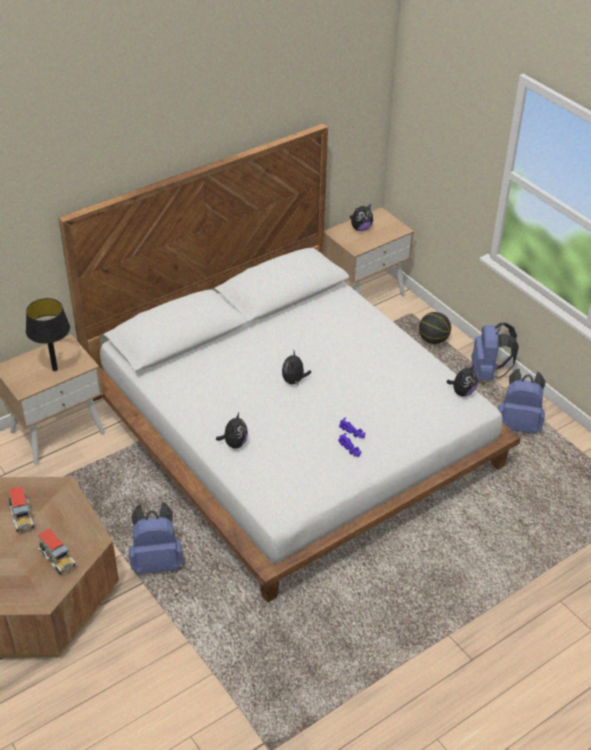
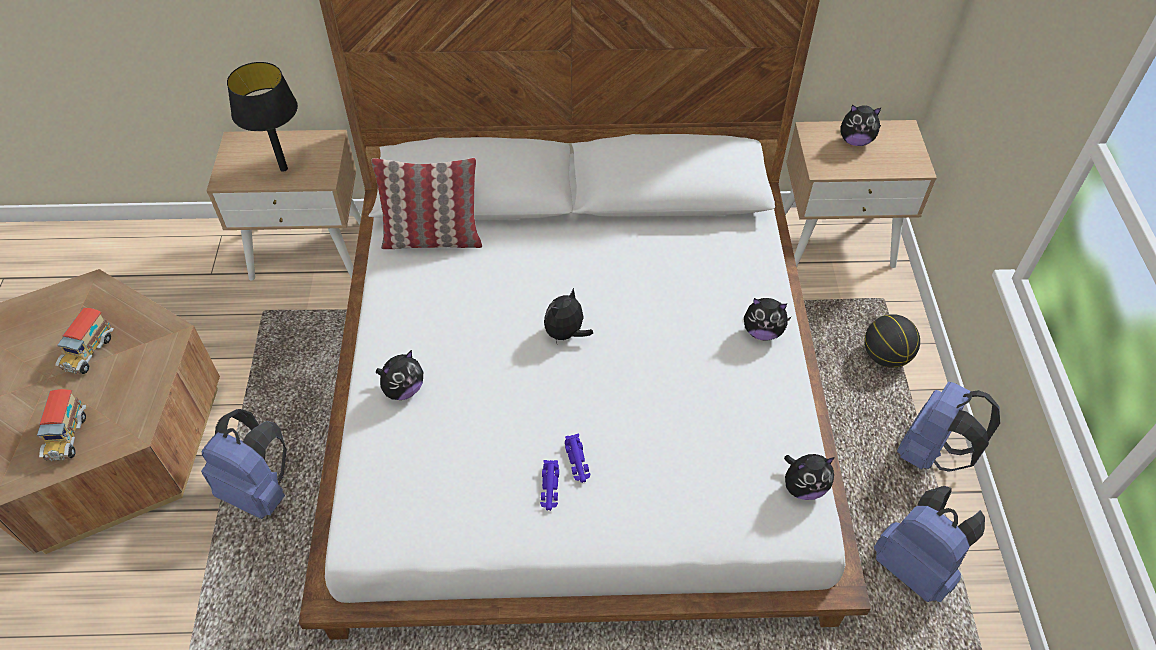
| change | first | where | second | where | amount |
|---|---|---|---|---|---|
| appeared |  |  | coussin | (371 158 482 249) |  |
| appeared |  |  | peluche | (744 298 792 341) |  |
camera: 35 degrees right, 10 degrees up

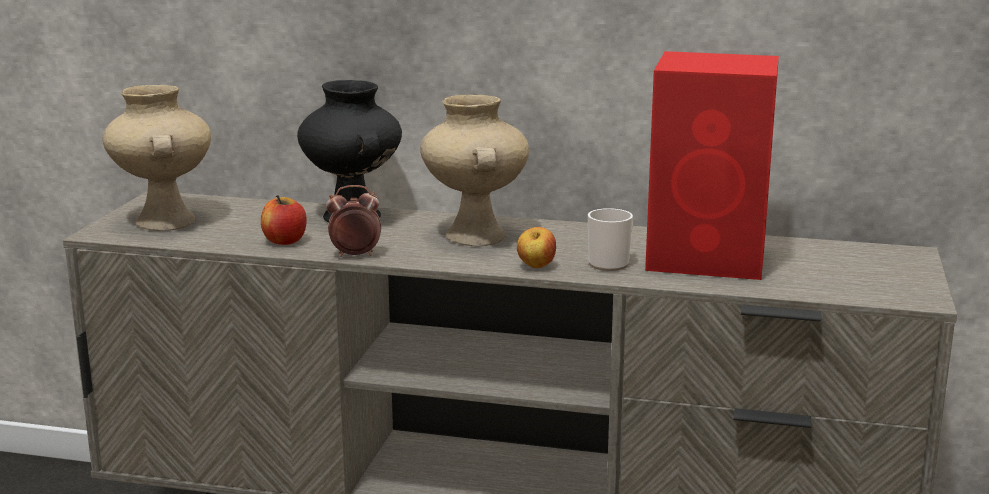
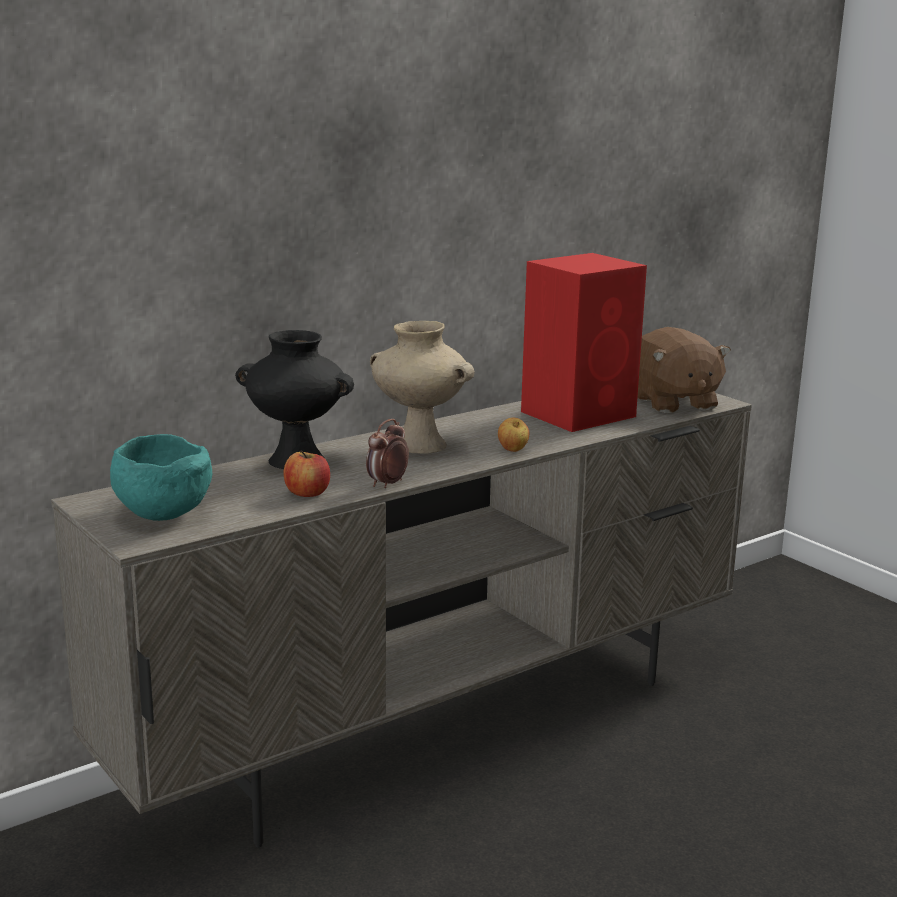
| change | first | where | second | where | amount |
|---|---|---|---|---|---|
| exchanged | vase [beige] | (103 85 211 231) | bol [turquoise] | (110 434 212 521) |  |
| appeared |  |  | peluche [marron] | (637 327 731 413) |  |
| missing | mug | (588 208 633 271) |  |  |  |
camera: 50 degrees left, 0 degrees up

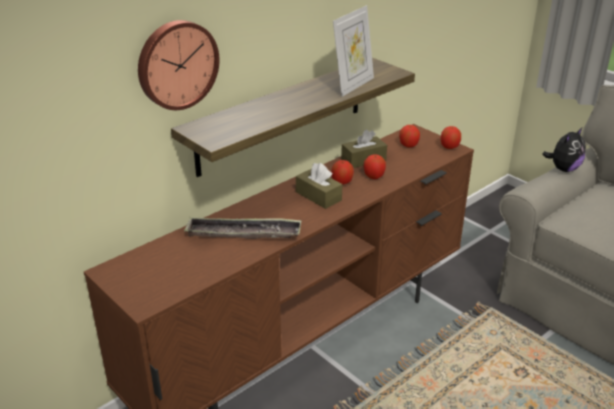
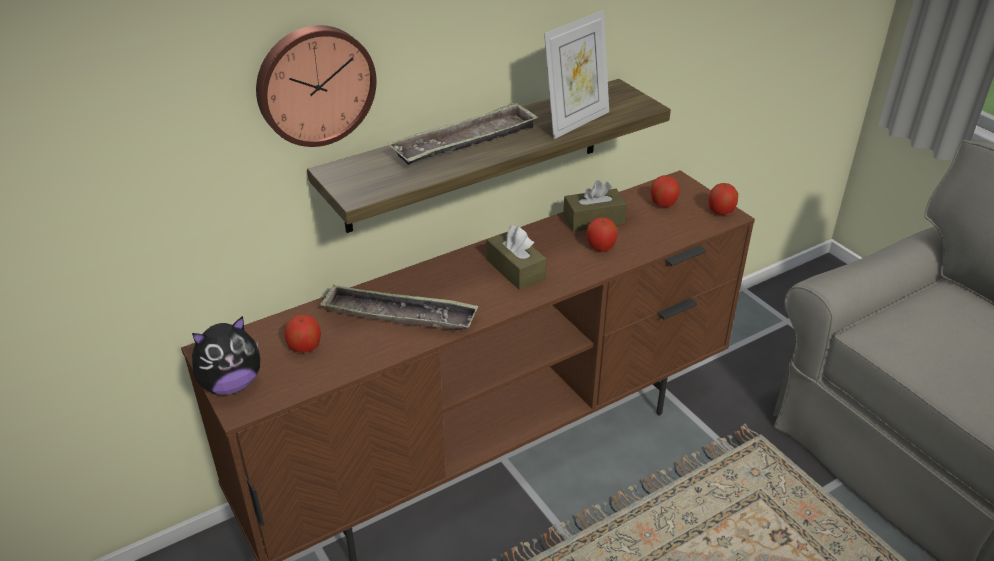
| change | first | where | second | where | amount |
|---|---|---|---|---|---|
| relocated | peluche | (542 127 586 172) |  | (192 316 260 395) |  |
| relocated | pomme | (331 160 354 185) |  | (284 315 321 352) |  |
| appeared |  |  | plateau | (388 102 538 165) |  |
camera: 10 degrees right, 5 degrees up

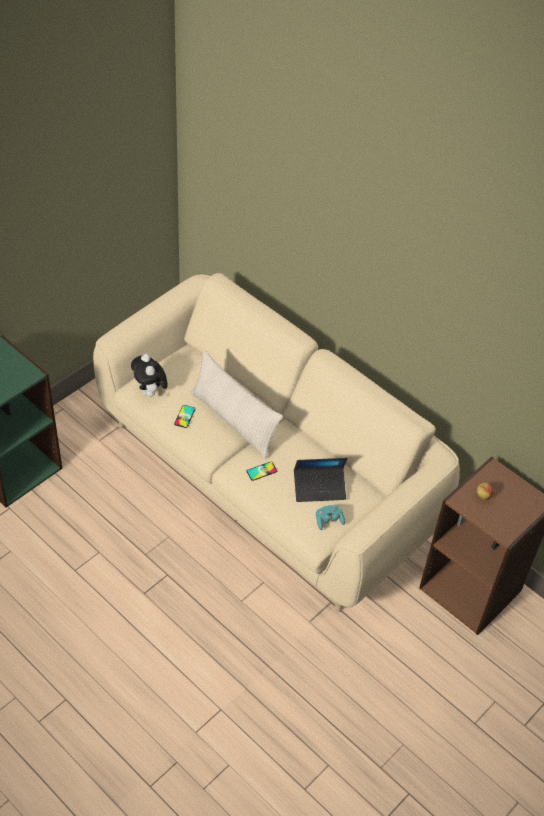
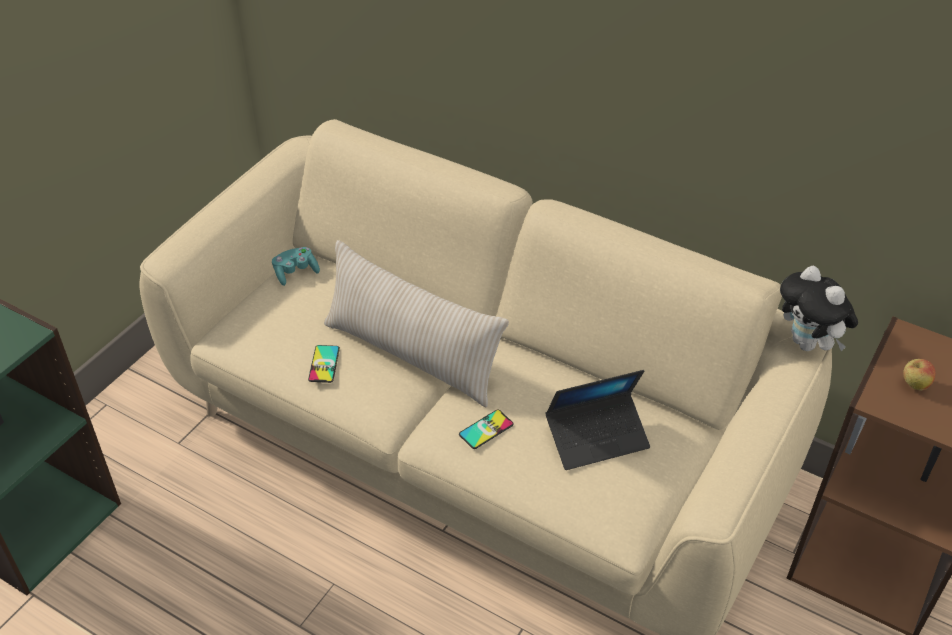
| change | first | where | second | where | amount |
|---|---|---|---|---|---|
| relocated | manette [turquoise] | (316 505 345 530) |  | (272 247 320 286) |  |
| relocated | peluche | (131 354 168 398) |  | (780 266 858 351) |  |
camera: 10 degrees left, 5 degrees down

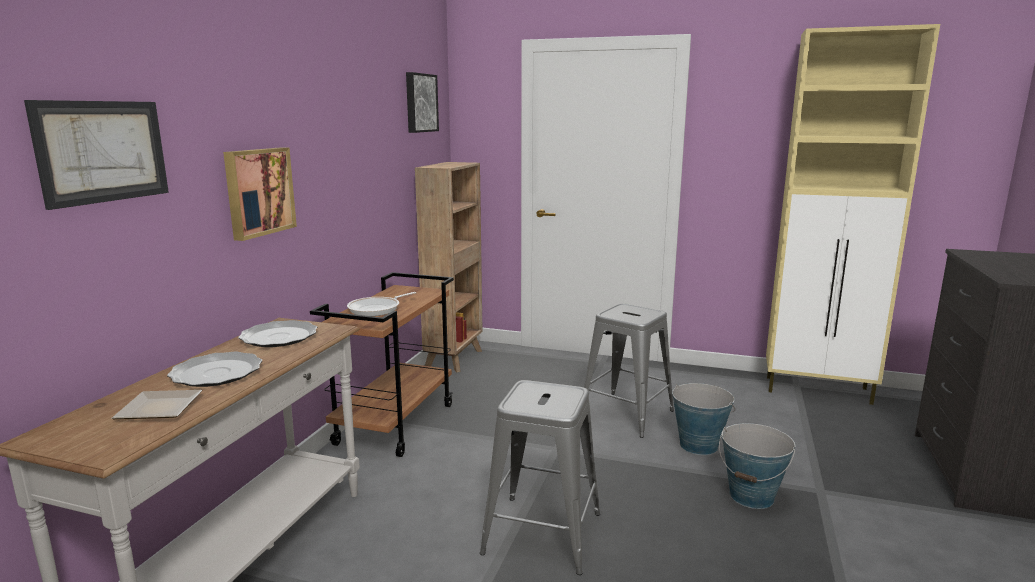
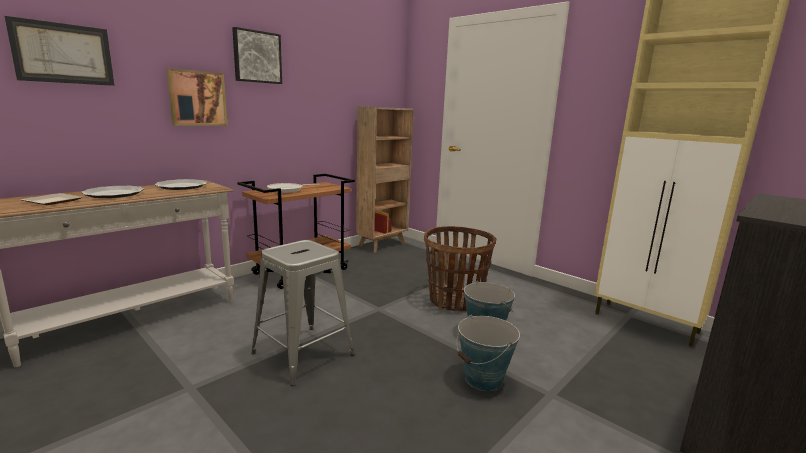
| change | first | where | second | where | amount |
|---|---|---|---|---|---|
| relocated | tableau | (406 72 439 133) |  | (232 27 282 84) |  |
| exchanged | tabouret [gris] | (584 303 674 438) | panier | (424 226 497 311) |  |
camera: 25 degrees right, 0 degrees up

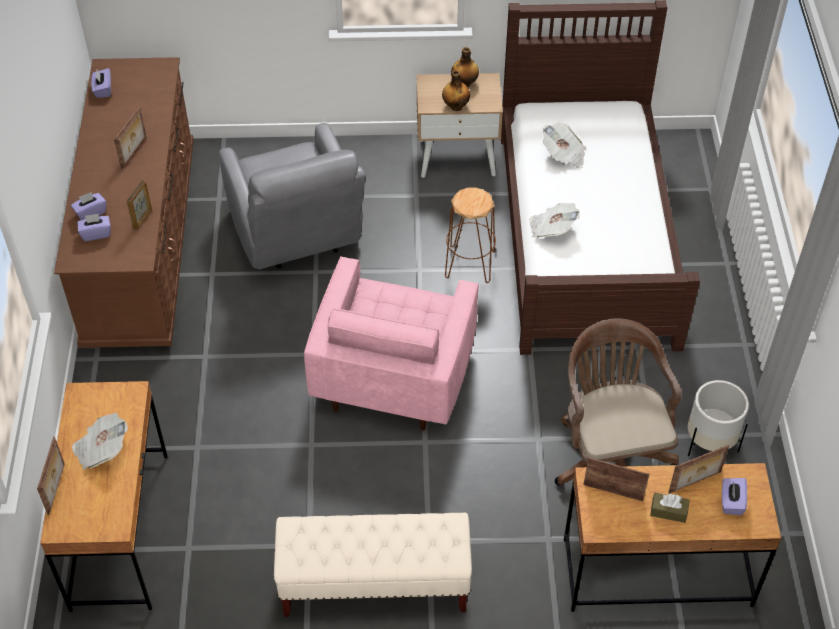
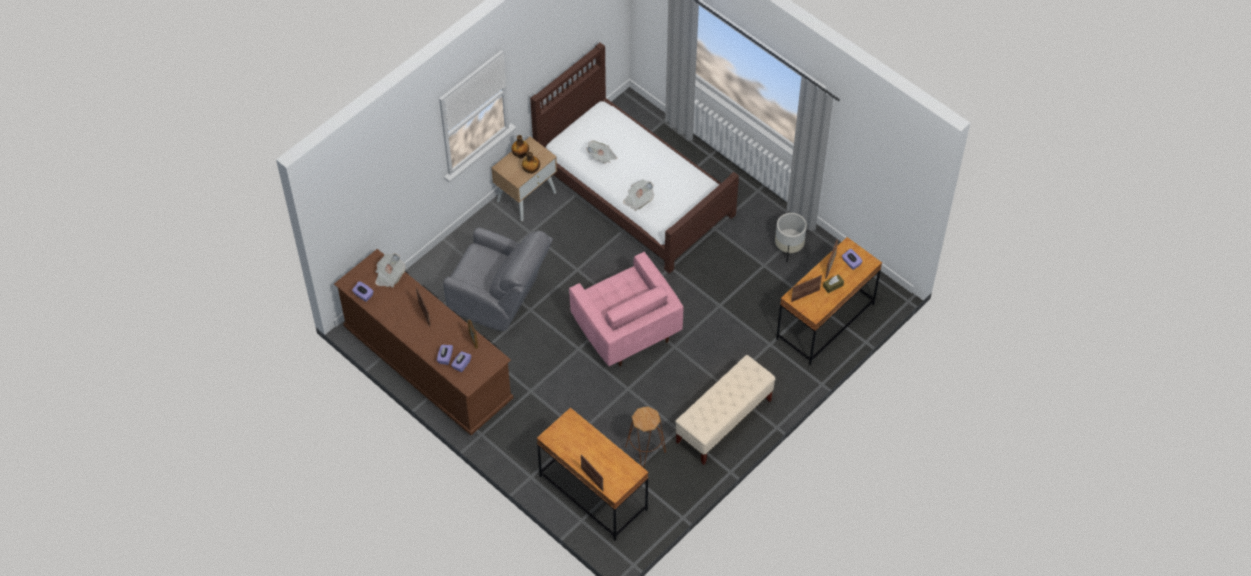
| change | first | where | second | where | amount |
|---|---|---|---|---|---|
| relocated | journal | (72 413 128 470) |  | (375 253 405 288) |  |
| relocated | tabouret [marron] | (445 187 496 283) |  | (625 406 666 467) |  |
| missing | chaise de bureau [marron] | (555 318 682 486) |  |  |  |
camera: 45 degrees left, 5 degrees up

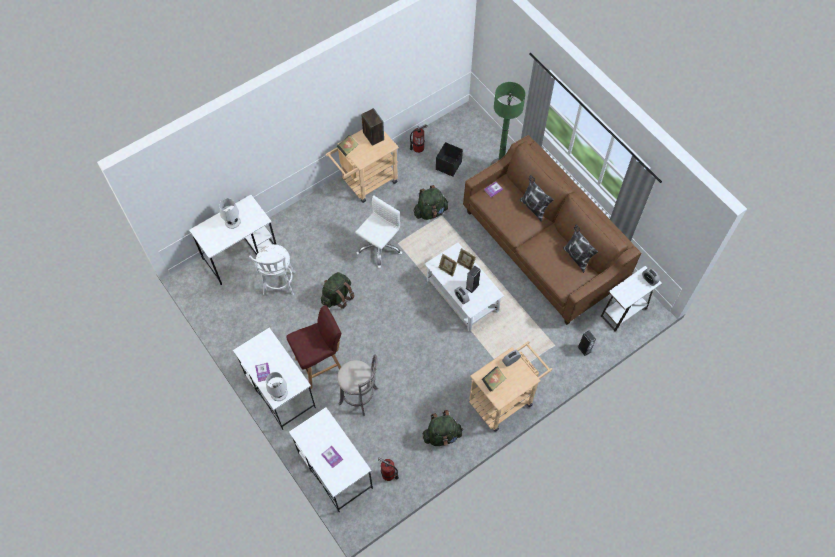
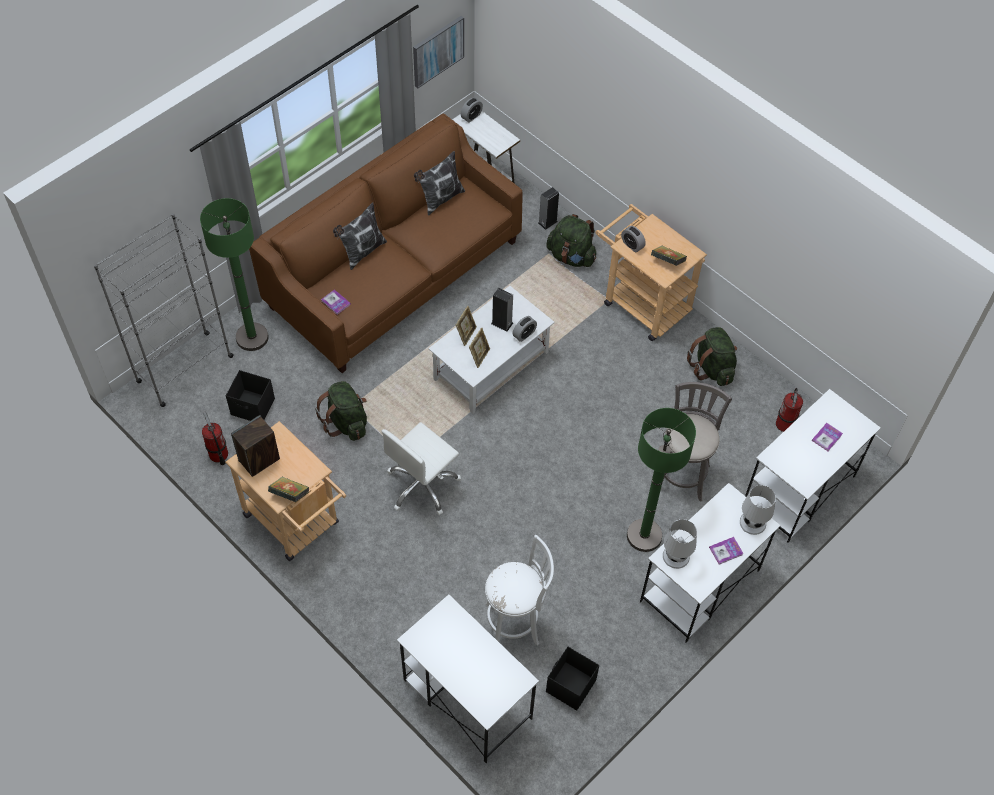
| change | first | where | second | where | amount |
|---|---|---|---|---|---|
| appeared |  |  | bibliothèque [gris] | (94 213 233 407) |  |
| spun | chaise de bureau [blanc] | (355 195 402 268) |  | (382 422 461 515) | 75 degrees counterclockwise |
| appeared |  |  | tableau | (413 16 464 88) |  |
| relocated | sac à dos [vert] | (321 272 354 309) |  | (546 214 596 267) |  |
| appeared |  |  | boîte de rangement [noir] | (546 647 599 710) |  |
| exchanged | tabouret [rouge] | (286 305 341 389) | lampadaire [vert] | (627 408 696 552) |  |
| relocated | lampe de table [blanc] | (219 198 241 229) |  | (663 519 697 569) |  |
camera: 100 degrees left, 5 degrees down

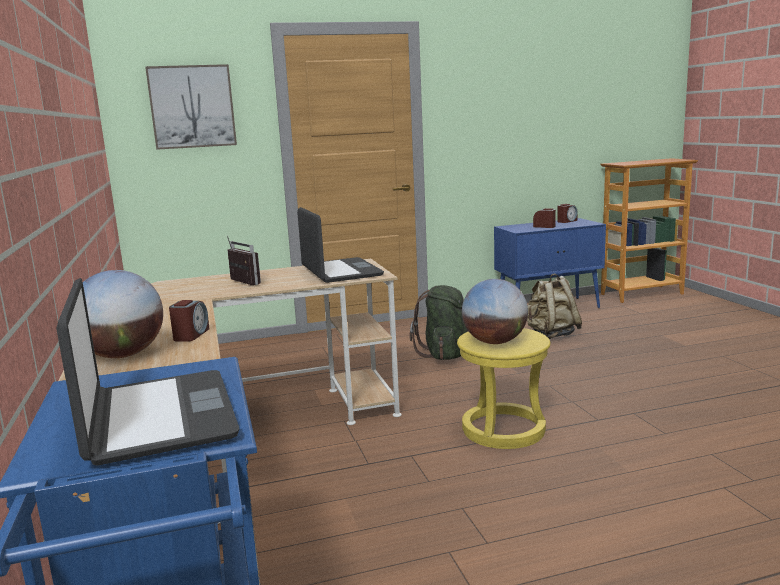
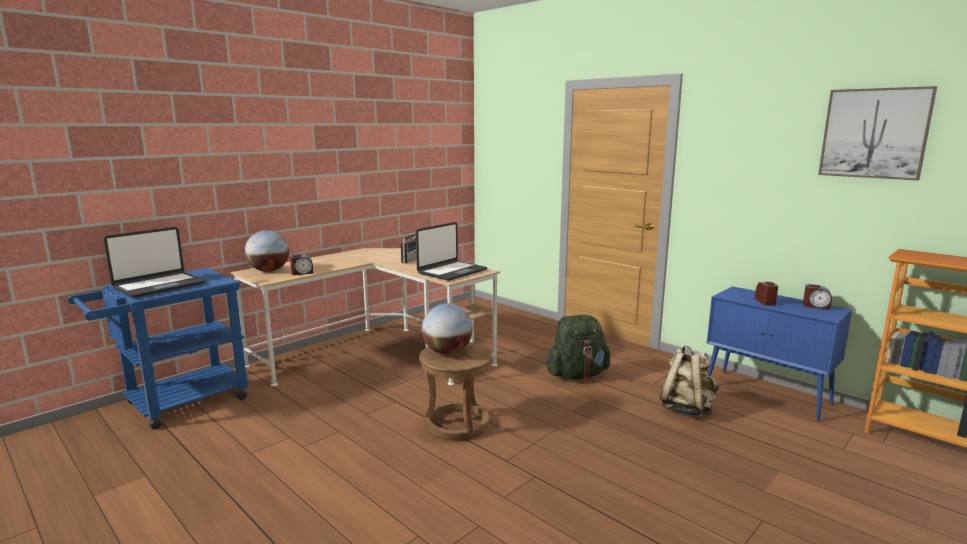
| change | first | where | second | where | amount |
|---|---|---|---|---|---|
| colour | tabouret [jaune] | (457 328 550 449) | tabouret [marron] | (419 342 492 441) |  |
| relocated | tableau | (145 64 237 150) |  | (818 86 937 180) |  |
camera: 60 degrees right, 0 degrees up

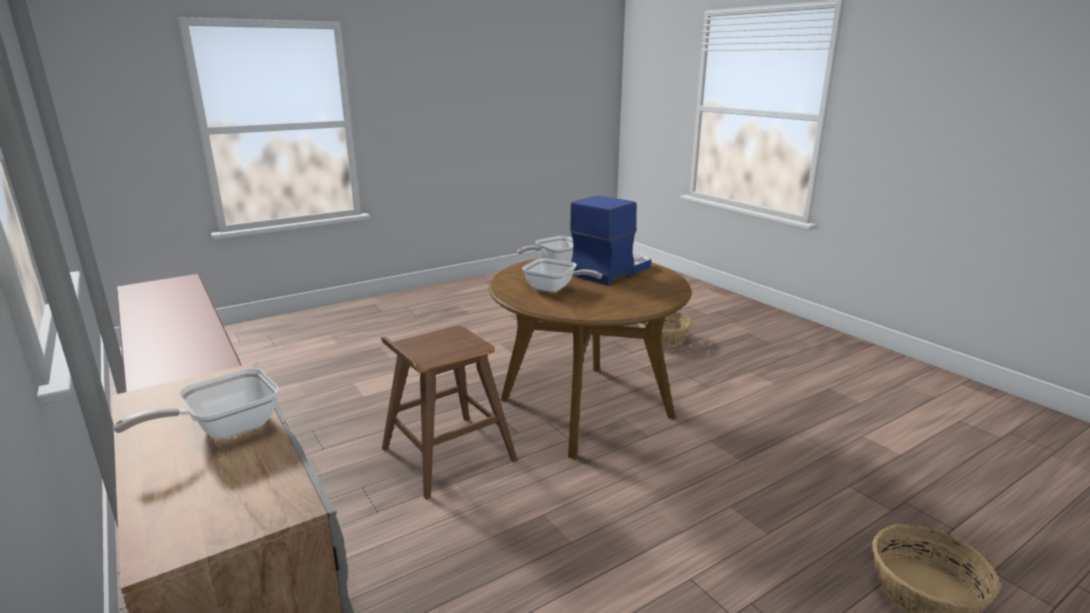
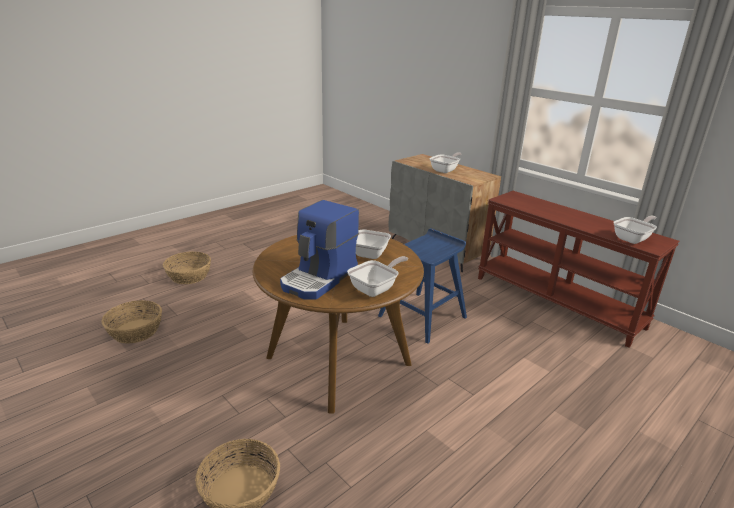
| change | first | where | second | where | amount |
|---|---|---|---|---|---|
| appeared |  |  | panier | (102 300 162 343) |  |
| colour | tabouret [marron] | (381 325 518 500) | tabouret [bleu] | (378 228 467 344) |  |
| appeared |  |  | poêle | (613 216 657 244) |  |
camera: 170 degrees right, 5 degrees up

